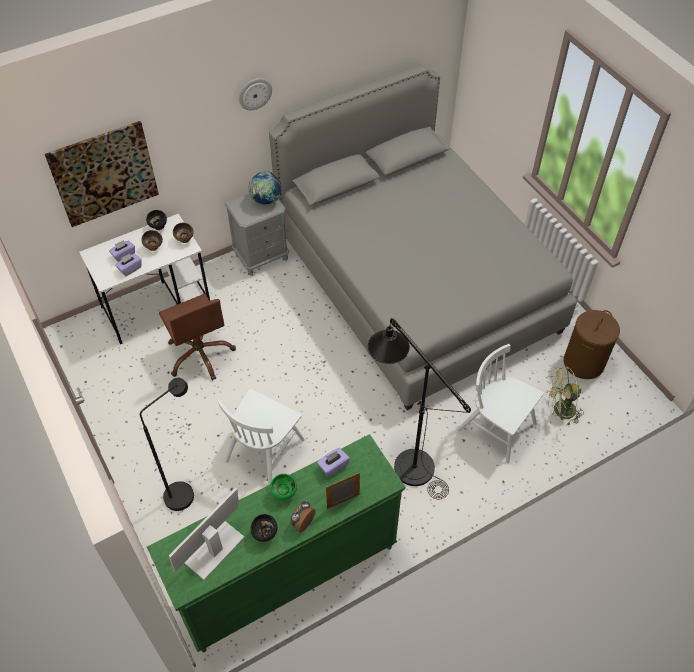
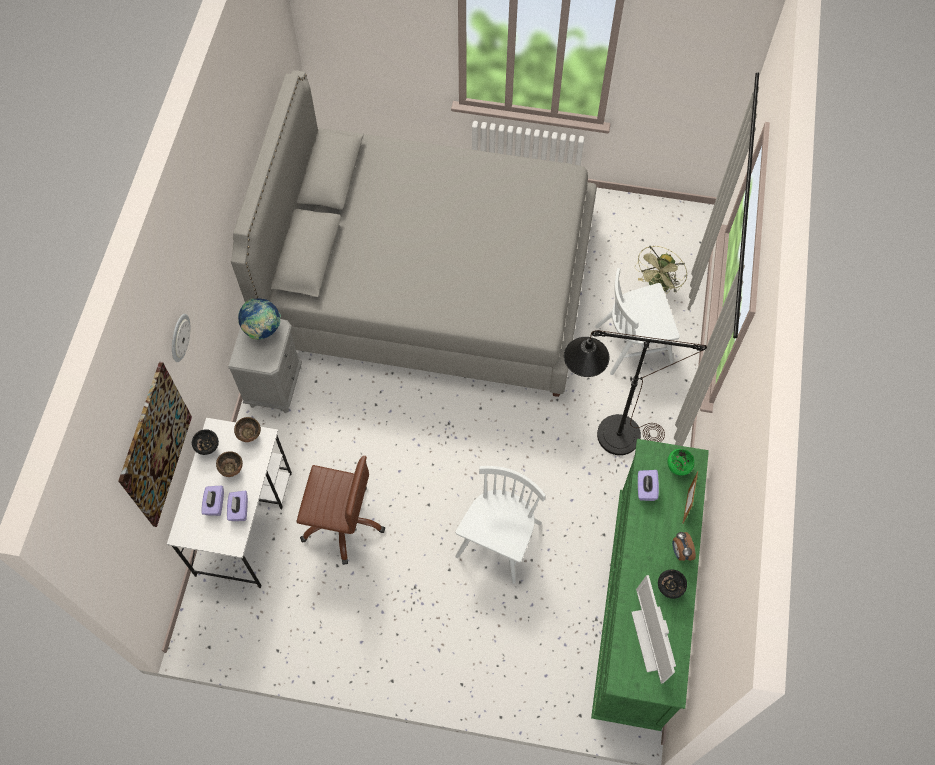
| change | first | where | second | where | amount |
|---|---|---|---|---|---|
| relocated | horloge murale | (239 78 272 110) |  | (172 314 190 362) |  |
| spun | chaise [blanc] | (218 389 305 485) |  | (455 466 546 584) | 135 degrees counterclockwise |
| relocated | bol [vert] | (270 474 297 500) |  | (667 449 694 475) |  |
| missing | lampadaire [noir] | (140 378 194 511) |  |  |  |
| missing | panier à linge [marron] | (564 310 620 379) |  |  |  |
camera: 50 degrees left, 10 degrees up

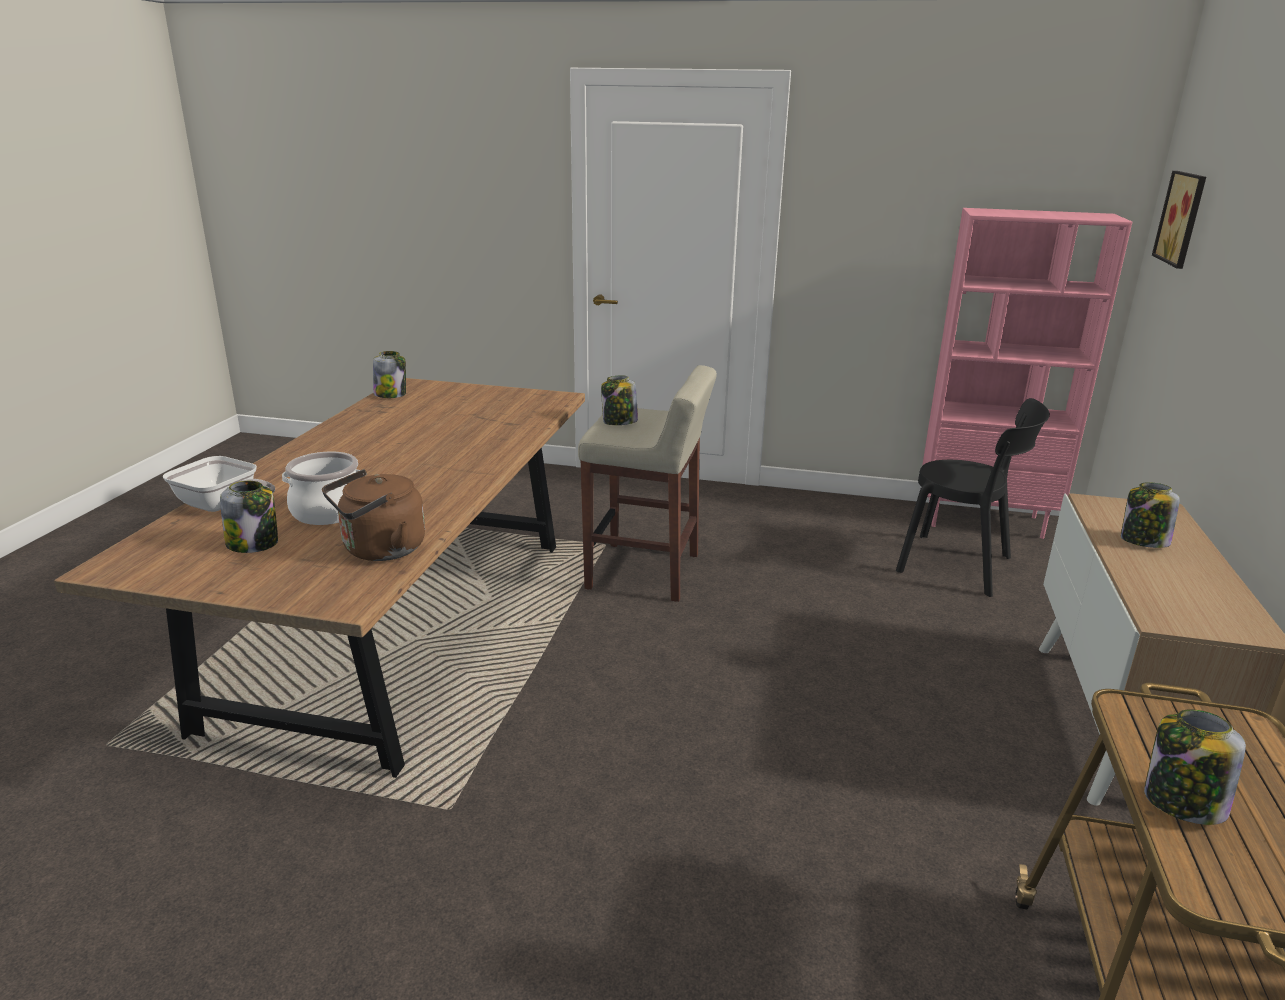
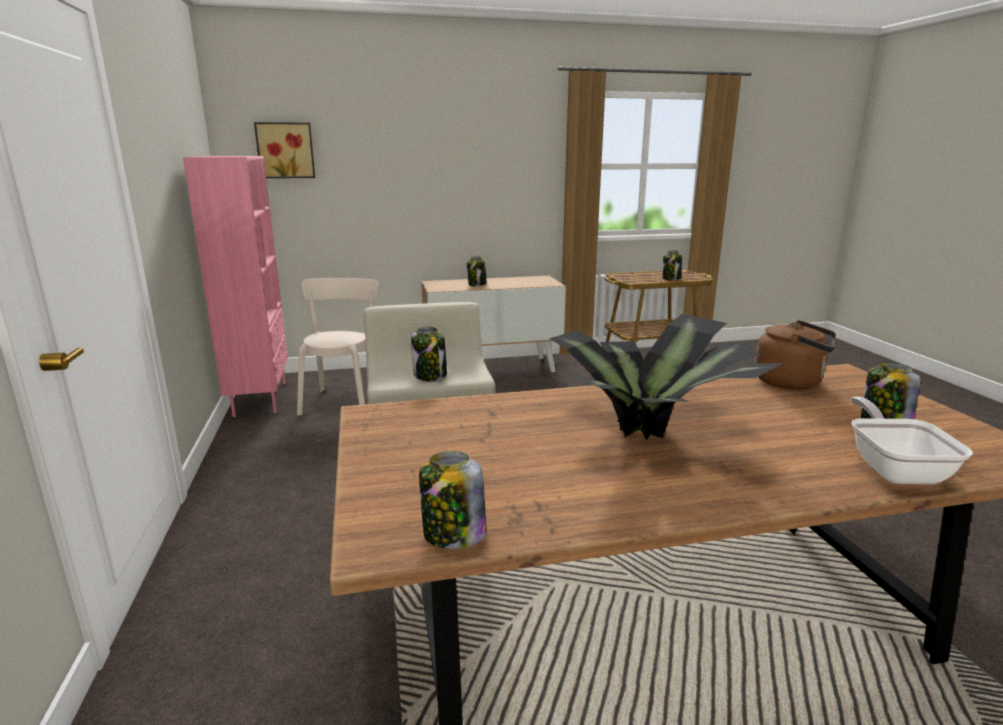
| change | first | where | second | where | amount |
|---|---|---|---|---|---|
| colour | chaise [noir] | (896 398 1050 597) | chaise [beige] | (297 278 378 415) |  |
| appeared |  |  | plante en pot | (549 314 783 440) |  |
| missing | marmite | (282 451 360 525) |  |  |  |
camera: 115 degrees left, 5 degrees down

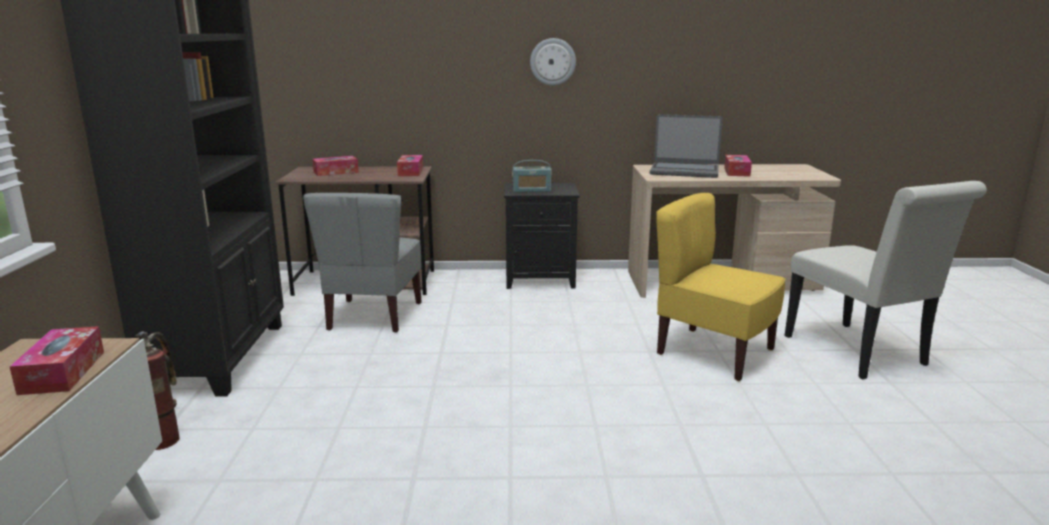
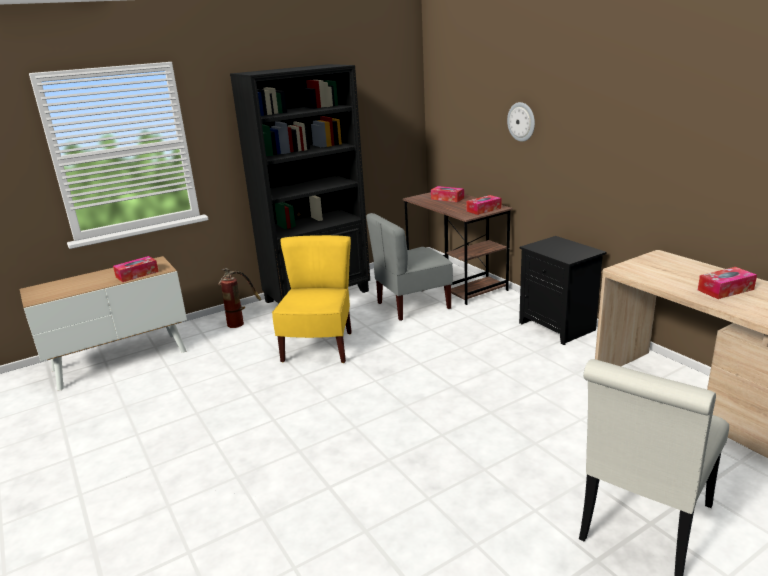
| change | first | where | second | where | amount |
|---|---|---|---|---|---|
| relocated | chaise [jaune] | (656 193 785 381) |  | (272 235 352 363) |  |
| relocated | horloge murale | (530 38 576 86) |  | (507 102 535 142) |  |
| missing | radio | (512 160 552 192) |  |  |  |
| missing | ordinateur portable | (650 114 723 178) |  |  |  |
camera: 60 degrees right, 5 degrees up

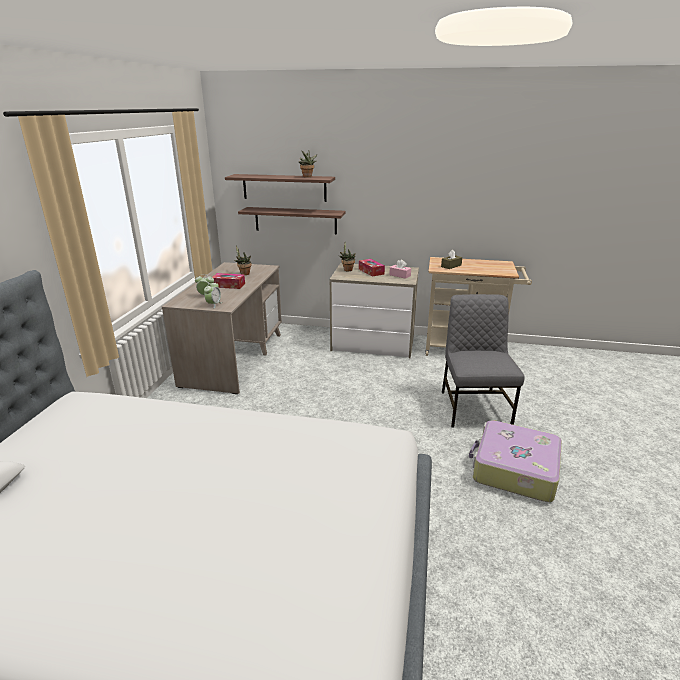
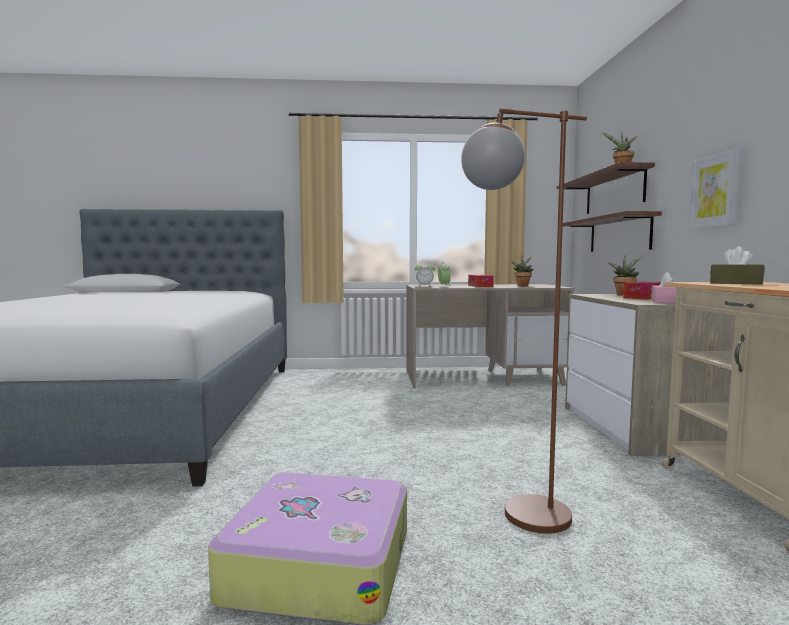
| change | first | where | second | where | amount |
|---|---|---|---|---|---|
| exchanged | chaise [gris] | (442 294 525 427) | lampadaire [marron] | (461 108 587 534) |  |
| appeared |  |  | tableau | (689 148 742 229) |  |
camera: 75 degrees right, 20 degrees down

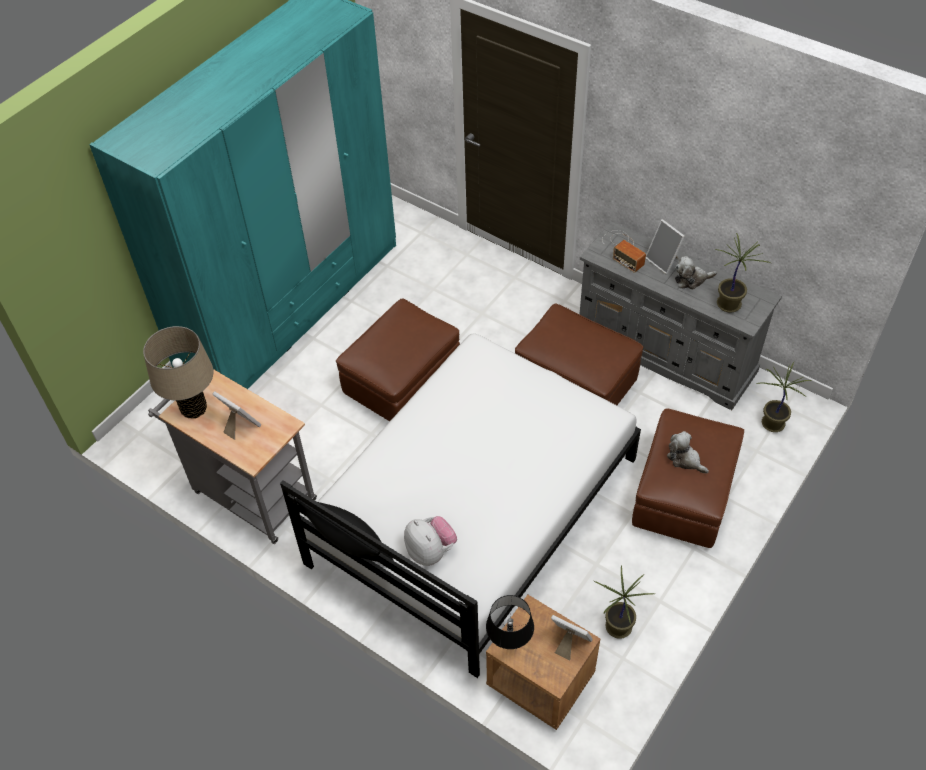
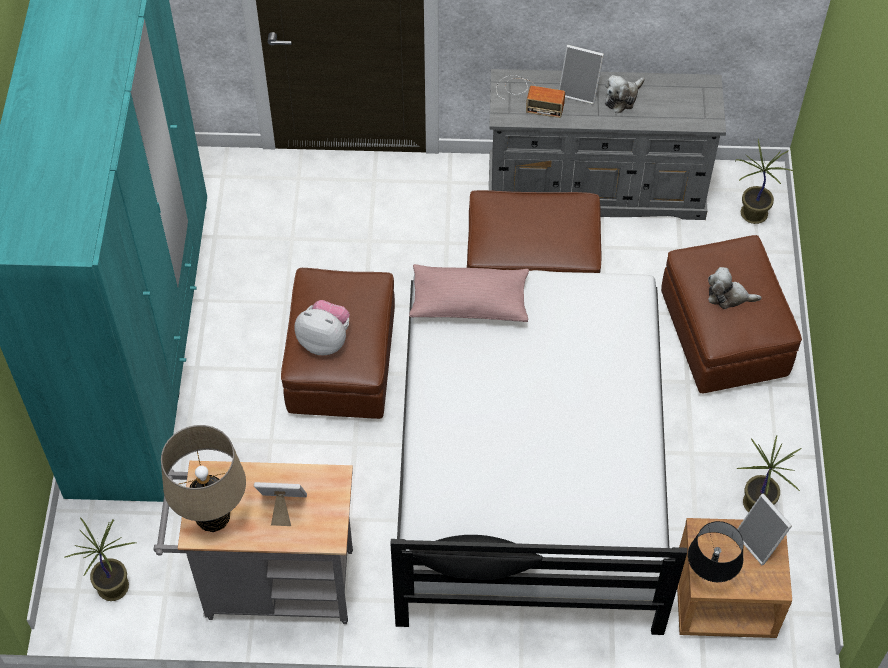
| change | first | where | second | where | amount |
|---|---|---|---|---|---|
| relocated | plante en pot | (716 233 771 313) |  | (65 518 136 601) |  |
| relocated | peluche | (404 516 457 566) |  | (295 300 350 355) |  |
| appeared |  |  | coussin [rose] | (409 264 529 322) |  |
| spun | cadre photo | (551 615 593 661) |  | (738 494 792 565) | 120 degrees counterclockwise |
camera: 35 degrees left, 5 degrees up

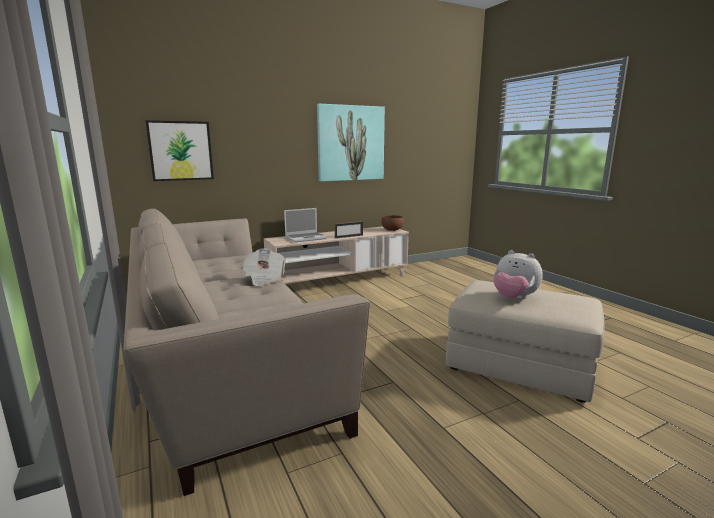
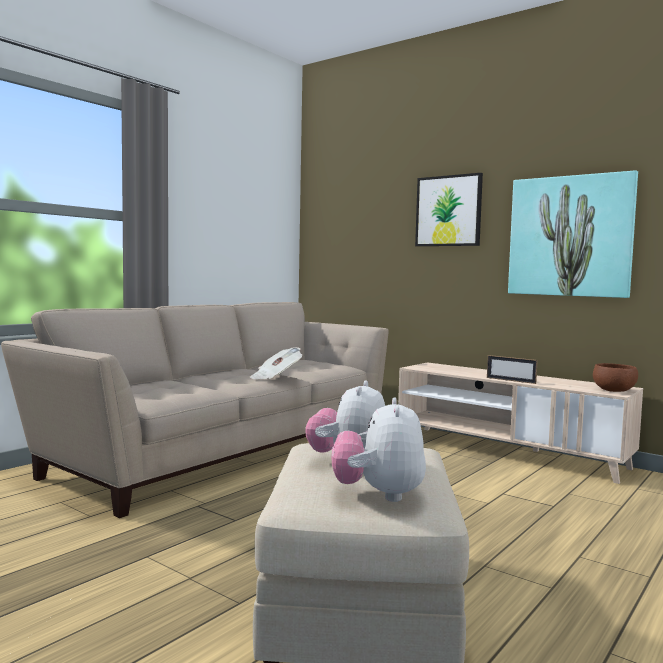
| change | first | where | second | where | amount |
|---|---|---|---|---|---|
| appeared |  |  | peluche | (332 397 426 502) |  |
| relocated | tableau | (146 120 214 181) |  | (415 173 483 246) |  |
| missing | ordinateur portable | (284 208 327 243) |  |  |  |
camera: 65 degrees right, 10 degrees down

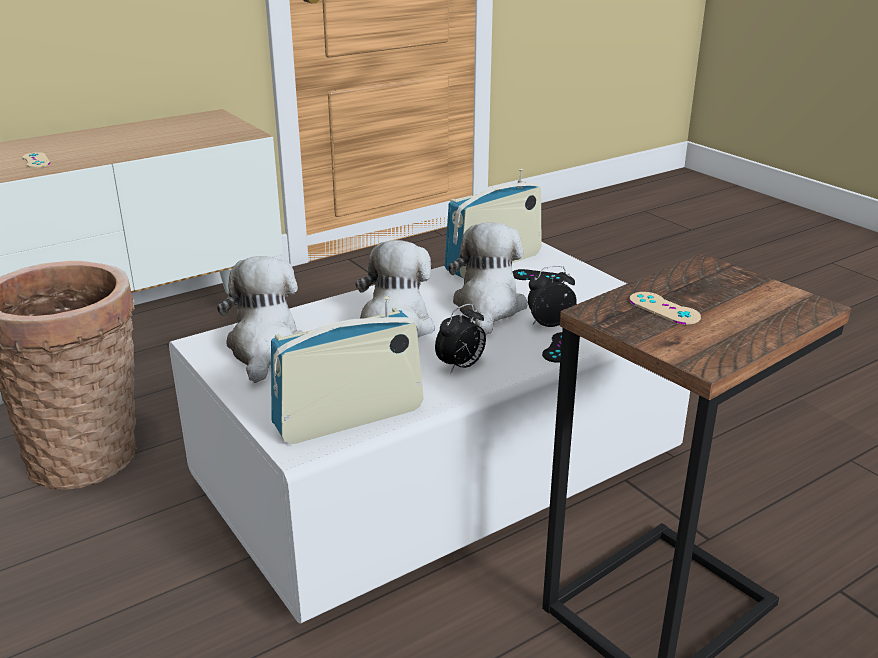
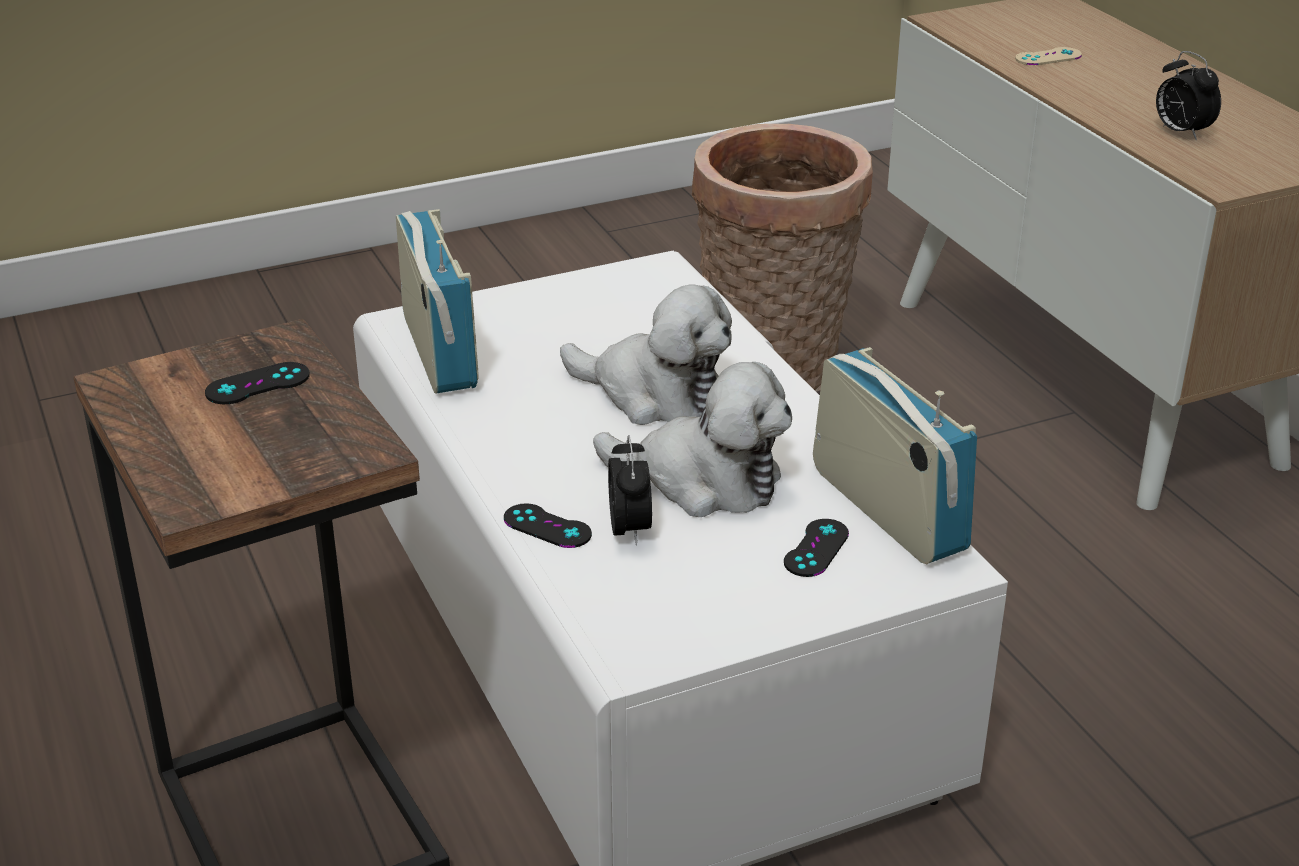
| change | first | where | second | where | amount |
|---|---|---|---|---|---|
| colour | manette [beige] | (629 292 701 324) | manette [noir] | (205 362 310 404) |  |
| relocated | réveil | (435 304 486 374) |  | (1156 51 1221 140) |  |
| missing | peluche | (217 256 303 383) |  |  |  |
camera: 100 degrees right, 5 degrees up

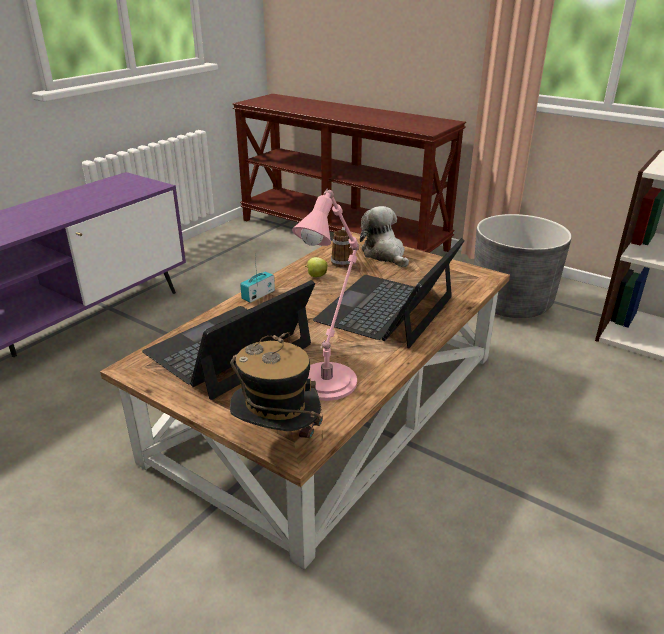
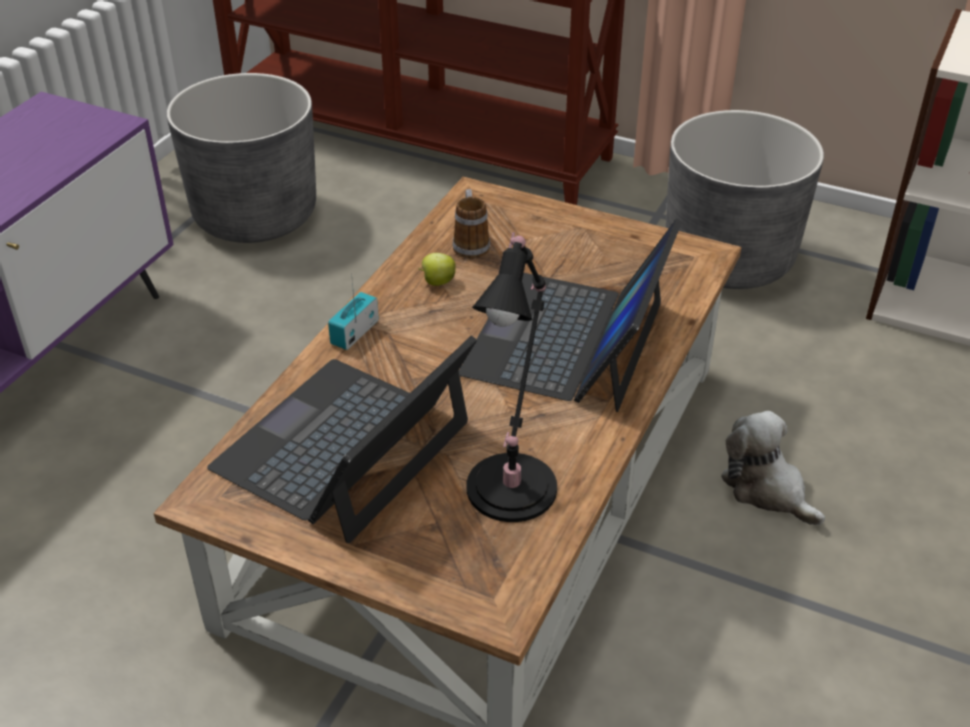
| change | first | where | second | where | amount |
|---|---|---|---|---|---|
| appeared |  |  | cache-pot [gris] | (167 73 316 243) |  |
| colour | lampe de table [rose] | (292 189 359 401) | lampe de table [noir] | (467 232 557 522) |  |
| relocated | peluche | (360 206 409 267) |  | (721 411 825 526) |  |
| missing | chapeau | (230 332 323 440) |  |  |  |
camera: 10 degrees left, 10 degrees up

